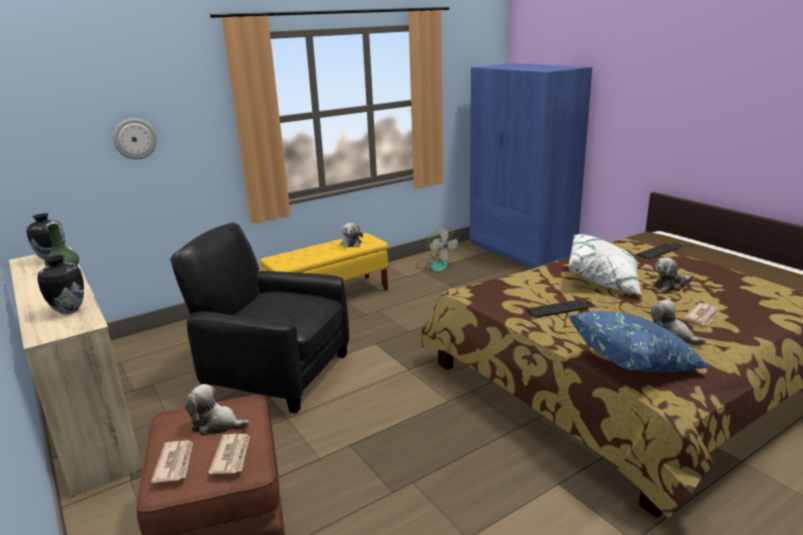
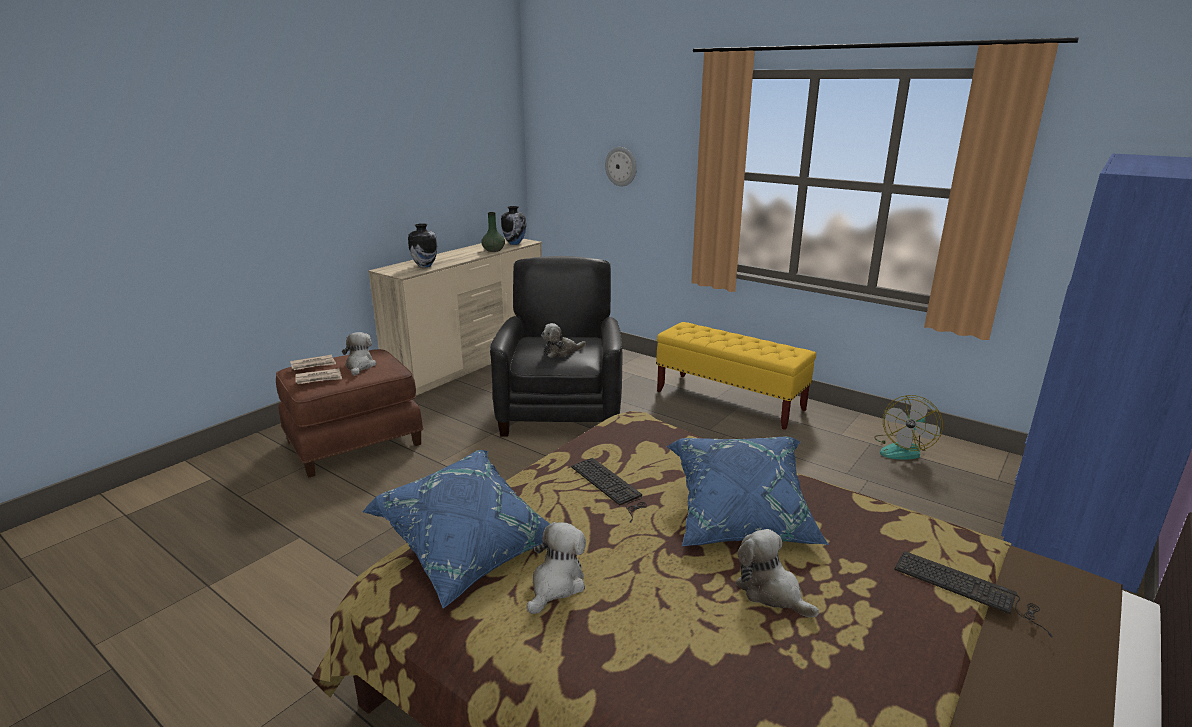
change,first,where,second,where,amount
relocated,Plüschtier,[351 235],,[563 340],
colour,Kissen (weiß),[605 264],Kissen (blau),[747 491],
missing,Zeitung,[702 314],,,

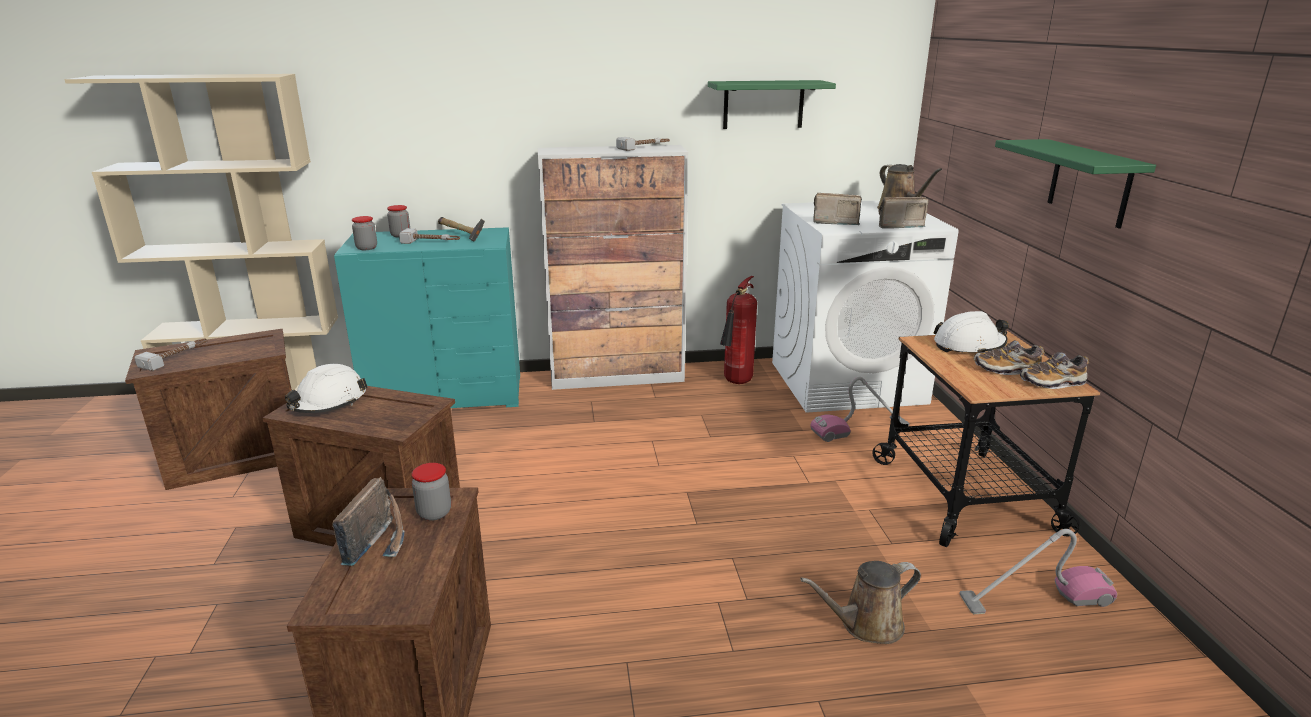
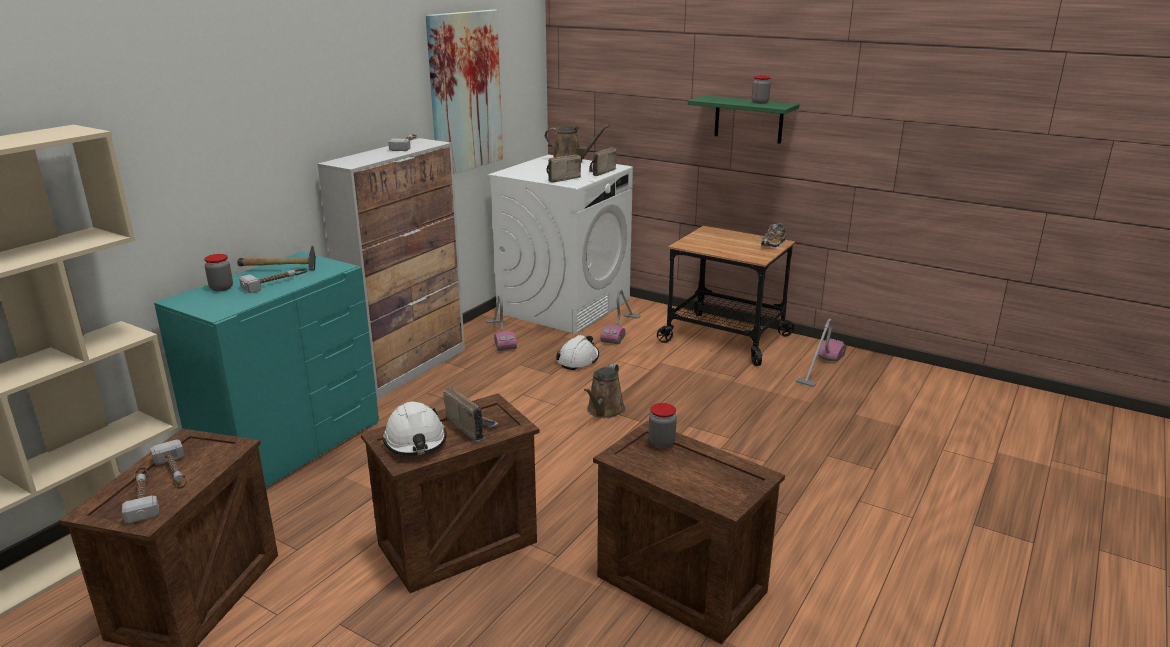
change,first,where,second,where,amount
exchanged,Wandregal (grün),[772 104],Bild,[464 92],
relocated,Vorratsglas,[364 233],,[761 90],
exchanged,Feuerlöscher,[738 330],Staubsauger,[501 322],
relocated,Schutzhelm (weiß),[971 332],,[577 352],
missing,Schuh,[1009 357],,,
relocated,Radio,[369 521],,[471 414],
relocated,Gießkanne (braun),[860 602],,[604 390],
appeared,,,Hammer,[168 464],

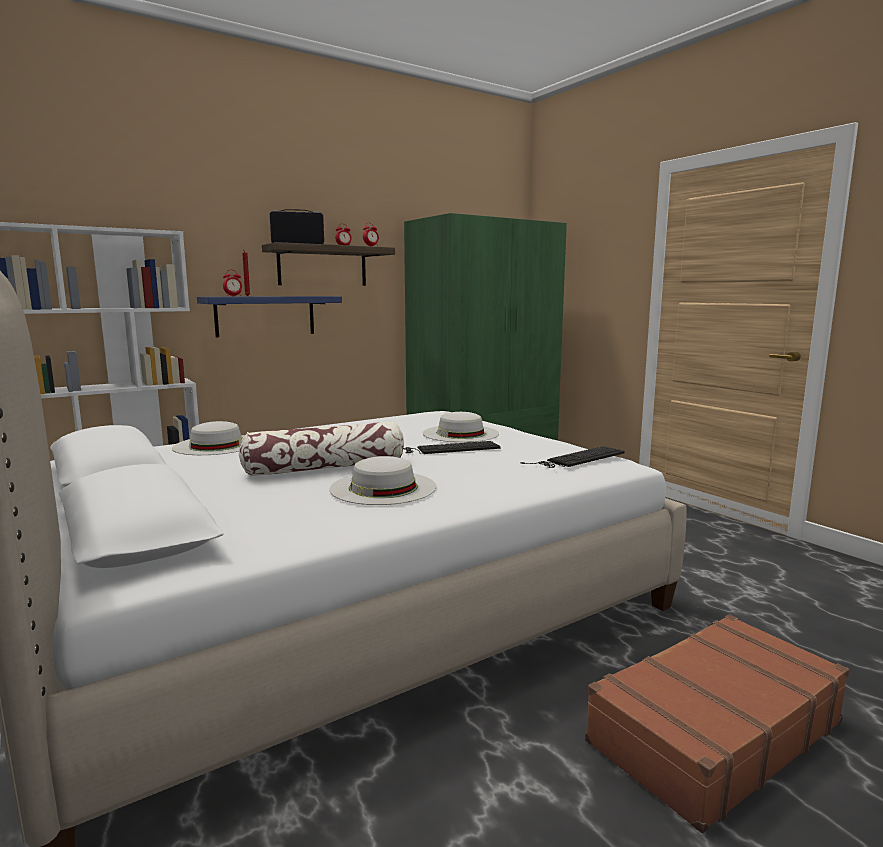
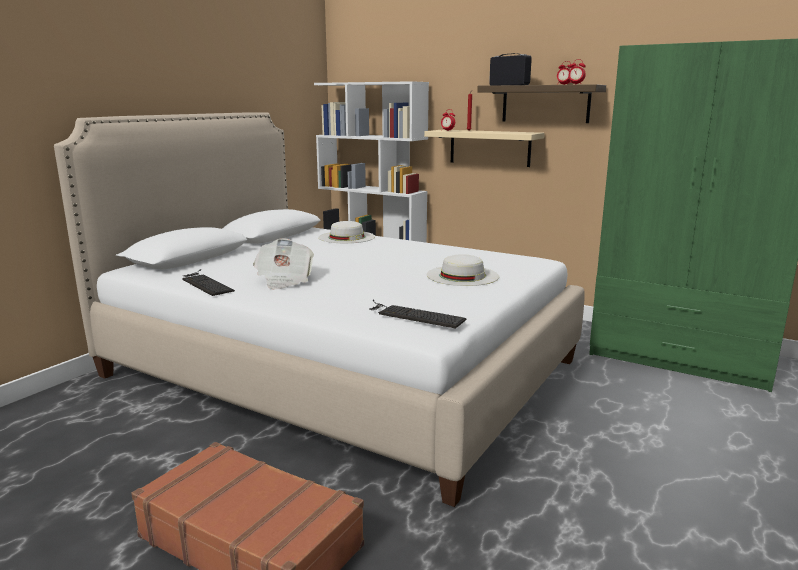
change,first,where,second,where,amount
colour,Wandregal (blau),[269 316],Wandregal (beige),[484 148],
missing,Kissen,[321 449],,,
relocated,Tastatur,[452 447],,[208 282],
exchanged,Hut (weiß),[383 480],Zeitung,[283 263],

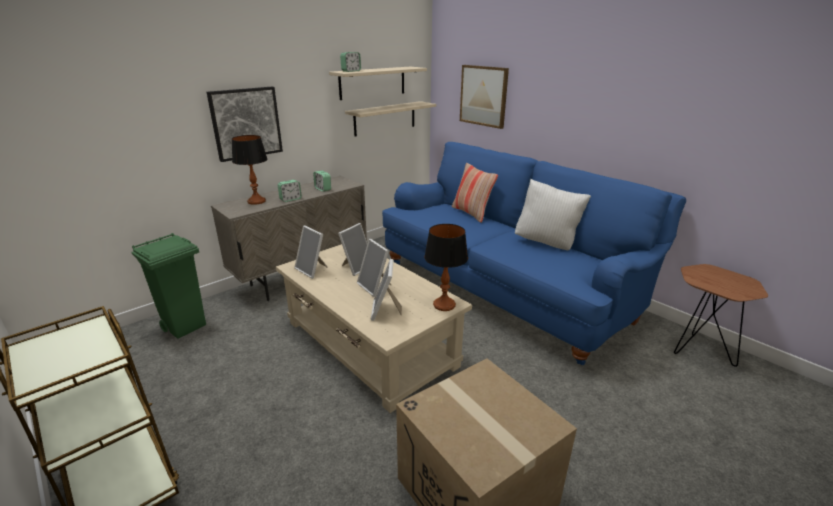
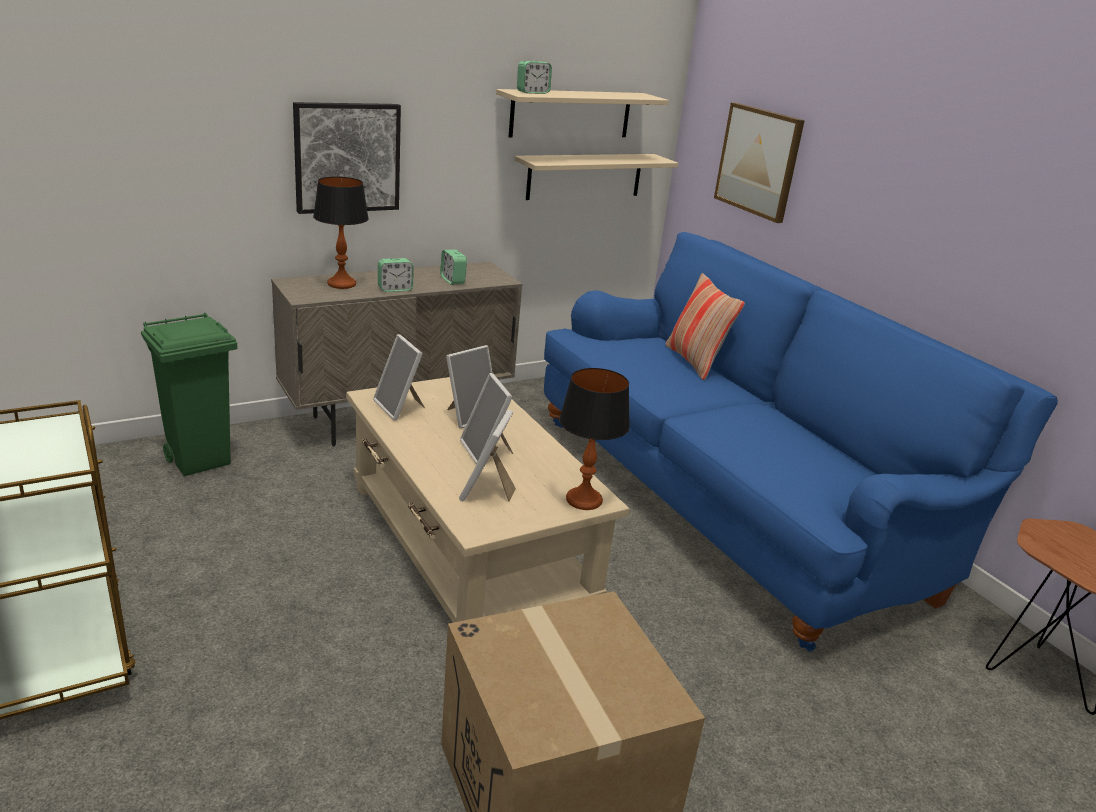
change,first,where,second,where,amount
missing,Kissen (weiß),[553 214],,,

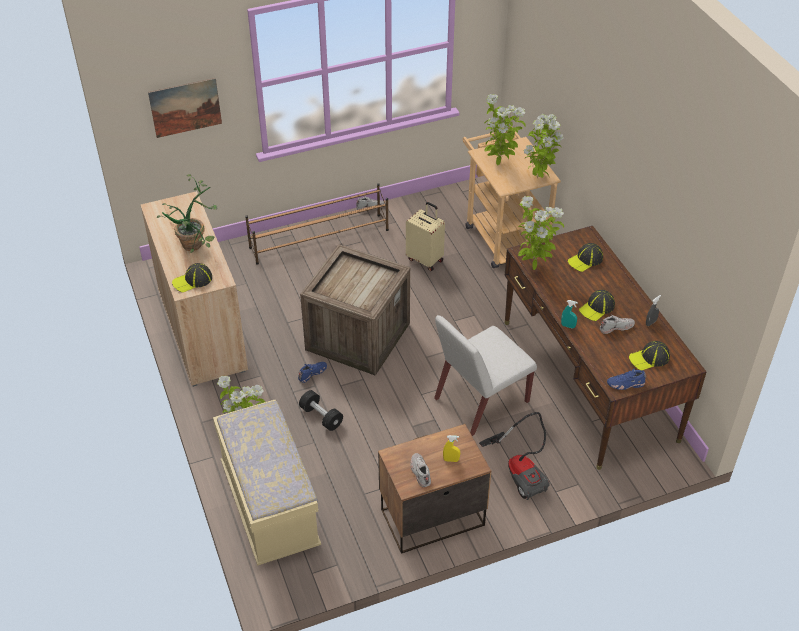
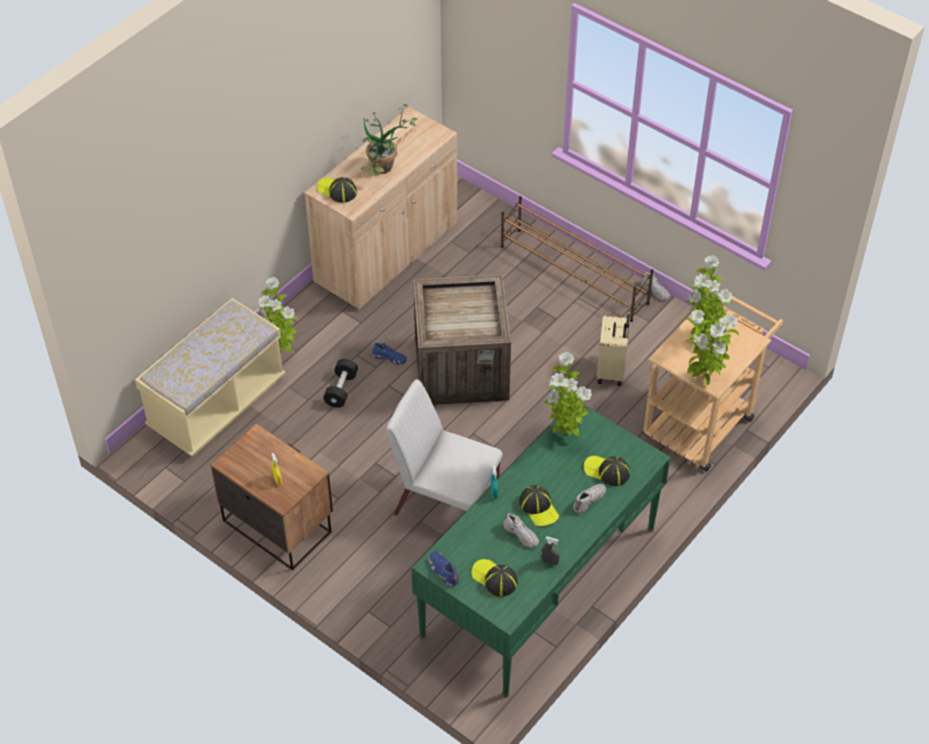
change,first,where,second,where,amount
missing,Bild,[185 108],,,
colour,Schreibtisch (braun),[605 348],Schreibtisch (grün),[541 551],
spun,Kappe,[597 305],,[539 505],135 degrees counterclockwise
missing,Staubsauger,[514 456],,,
relocated,Schuh (weiß),[420 470],,[589 499],

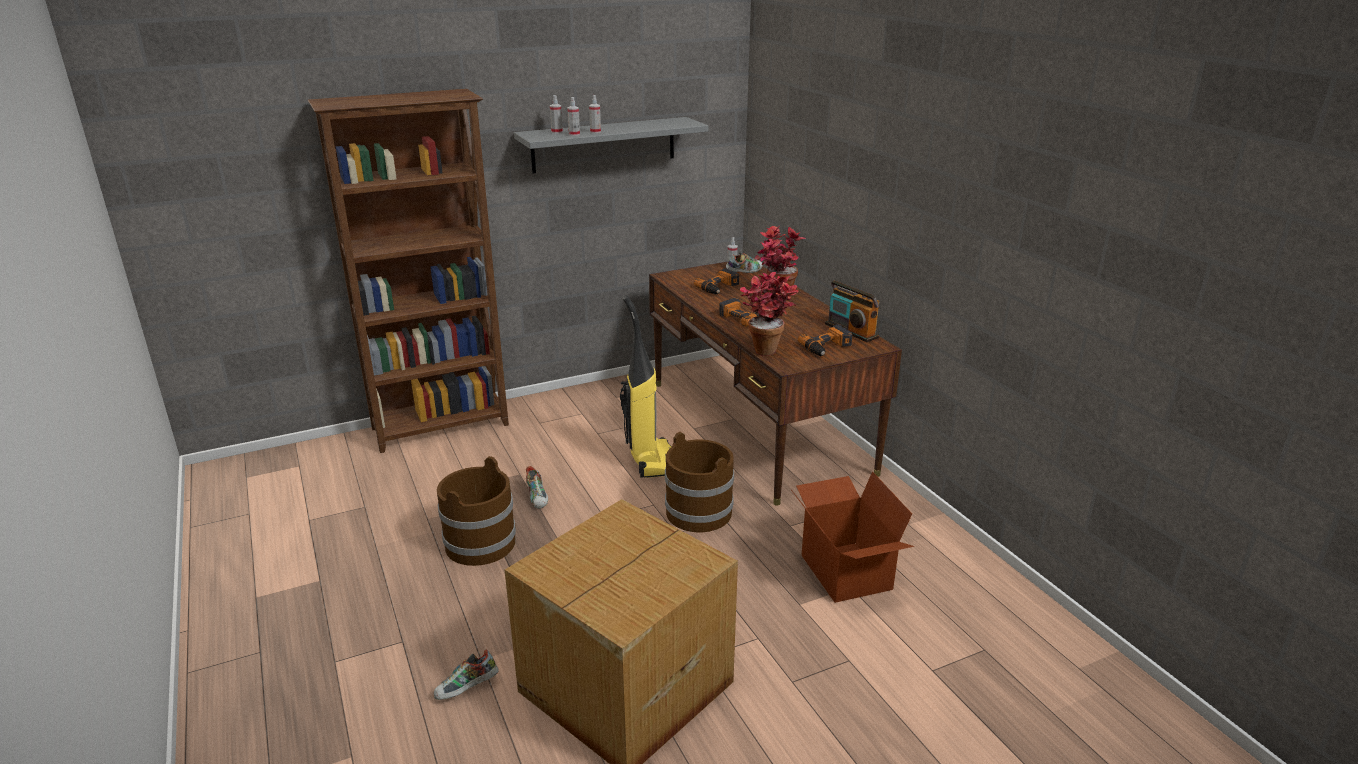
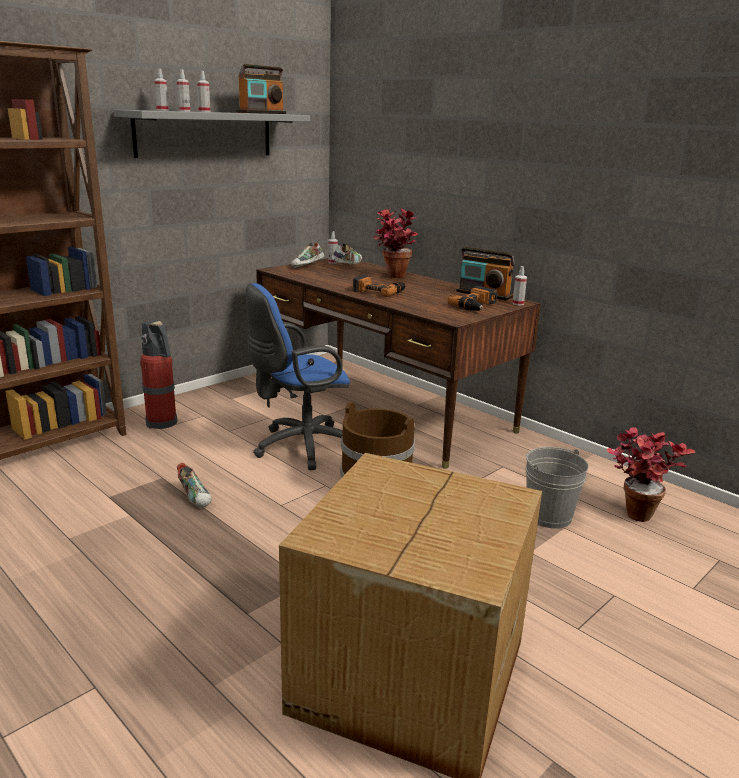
change,first,where,second,where,amount
missing,Bohrmaschine,[716 281],,,
relocated,Topfpflanze,[769 314],,[651 474],
exchanged,Staubsauger,[646 386],Bürostuhl (blau),[298 376],
missing,Eimer (braun),[476 511],,,
exchanged,Karton,[852 537],Eimer (grau),[557 488],
relocated,Schuh,[466 674],,[308 255],
appeared,,,Radio,[261 89],
appeared,,,Sprühflasche,[519 285],
appeared,,,Feuerlöscher,[158 374],

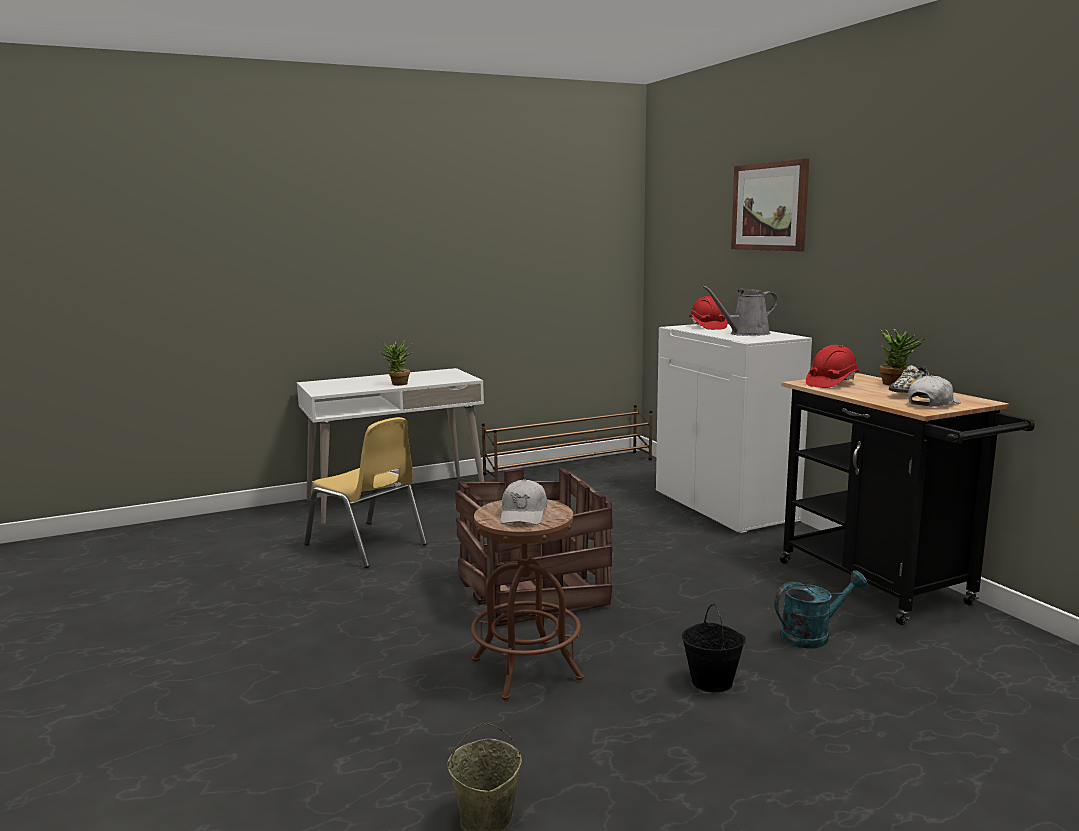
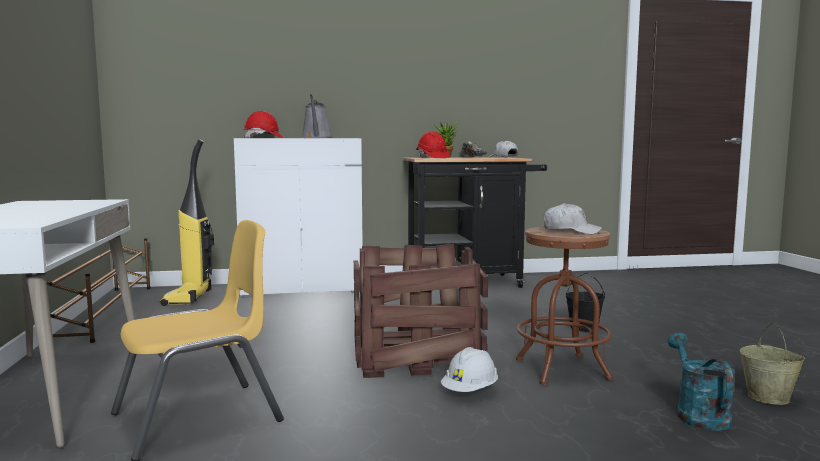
change,first,where,second,where,amount
missing,Bild,[770 204],,,
missing,Topfpflanze,[396 363],,,
relocated,Gießkanne (türkis),[821 609],,[701 382],
appeared,,,Staubsauger,[187 222],
appeared,,,Schutzhelm (weiß),[469 369],

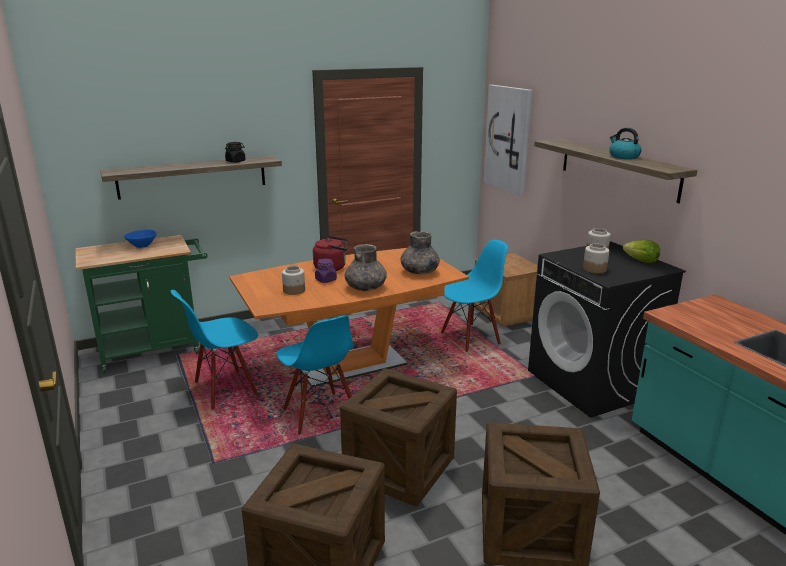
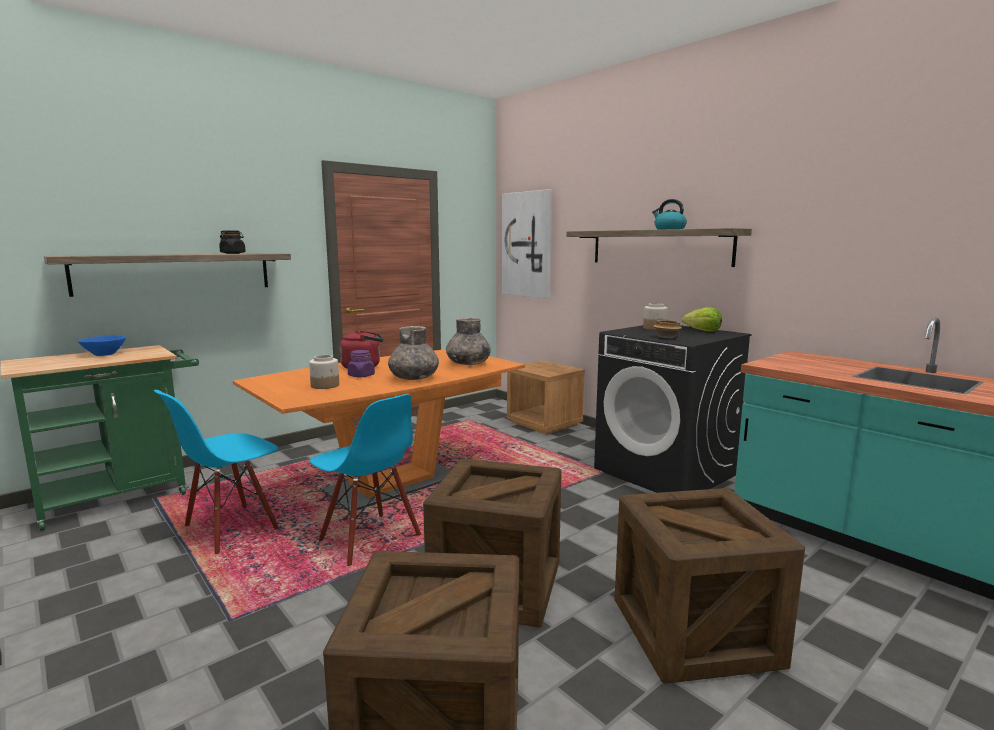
change,first,where,second,where,amount
missing,Stuhl (blau),[474 295],,,
exchanged,Vorratsglas,[596 258],Schüssel,[667 329],

